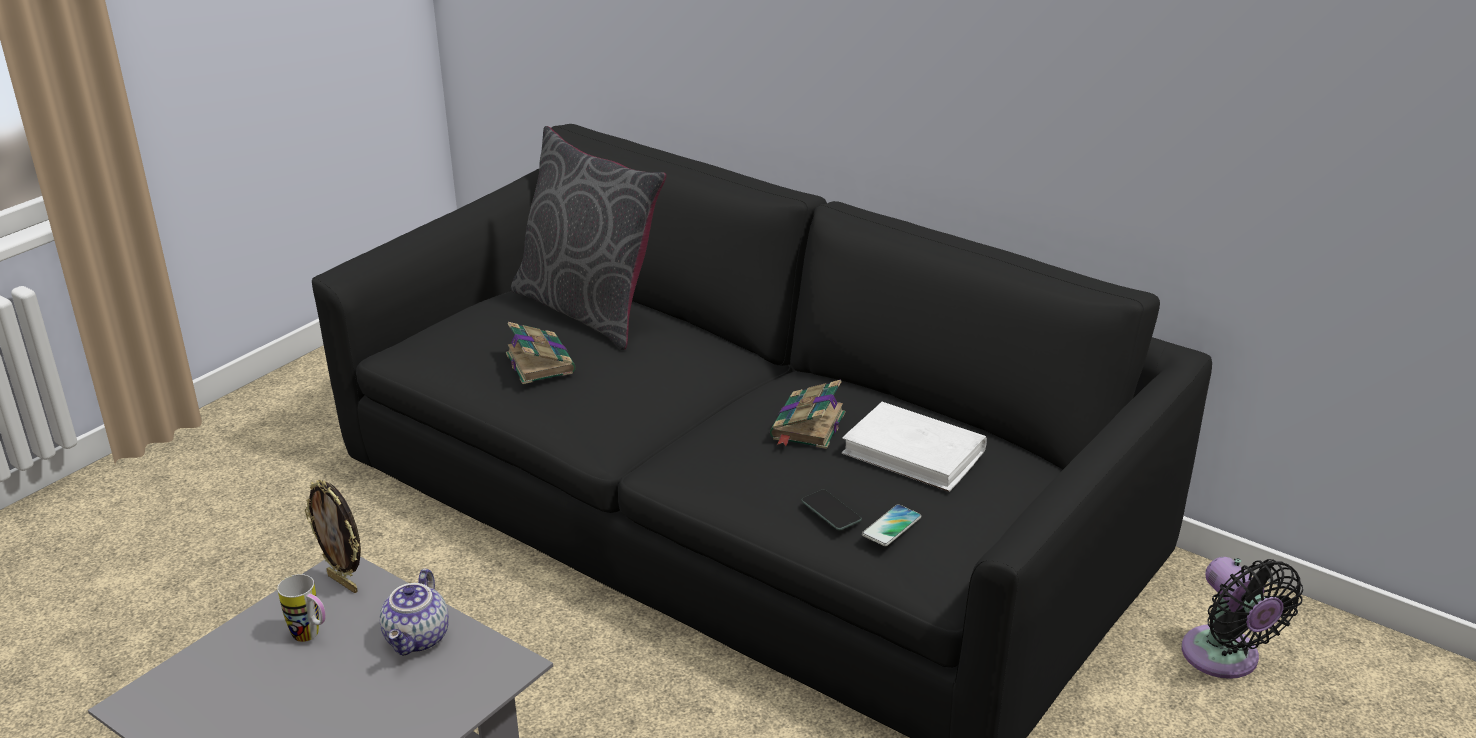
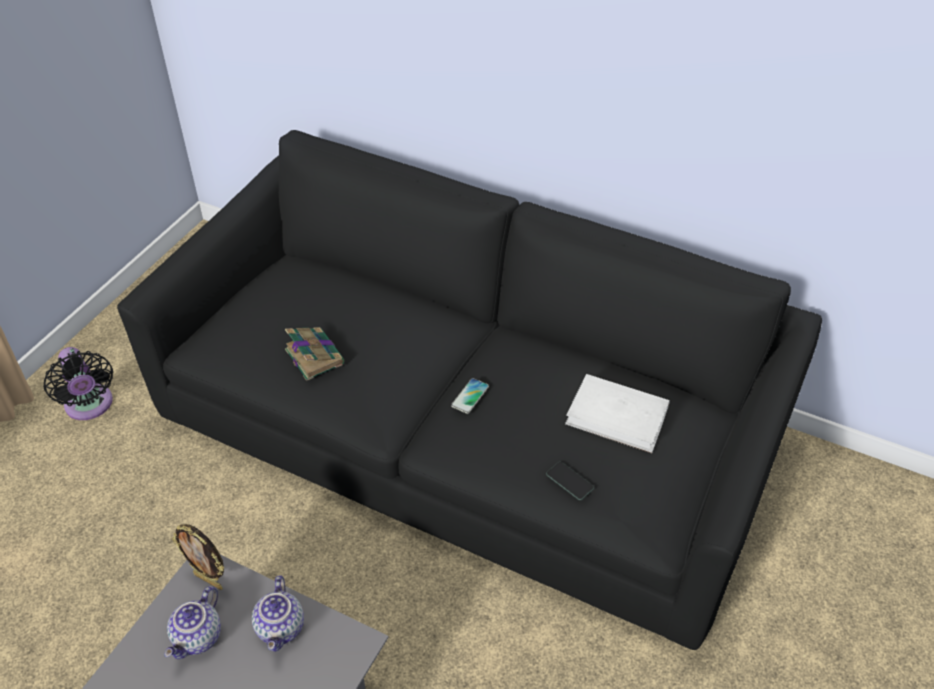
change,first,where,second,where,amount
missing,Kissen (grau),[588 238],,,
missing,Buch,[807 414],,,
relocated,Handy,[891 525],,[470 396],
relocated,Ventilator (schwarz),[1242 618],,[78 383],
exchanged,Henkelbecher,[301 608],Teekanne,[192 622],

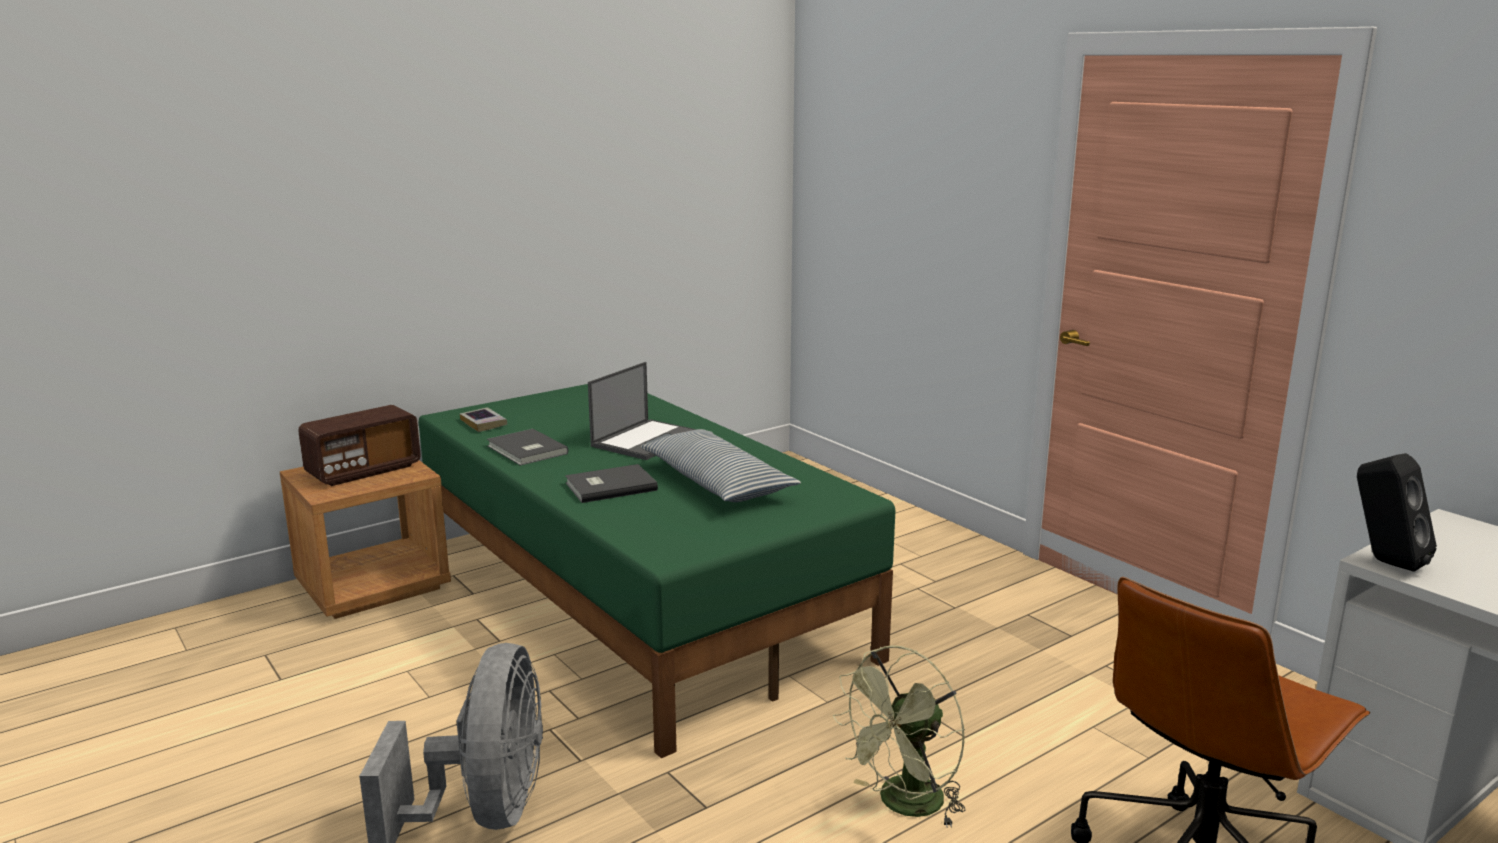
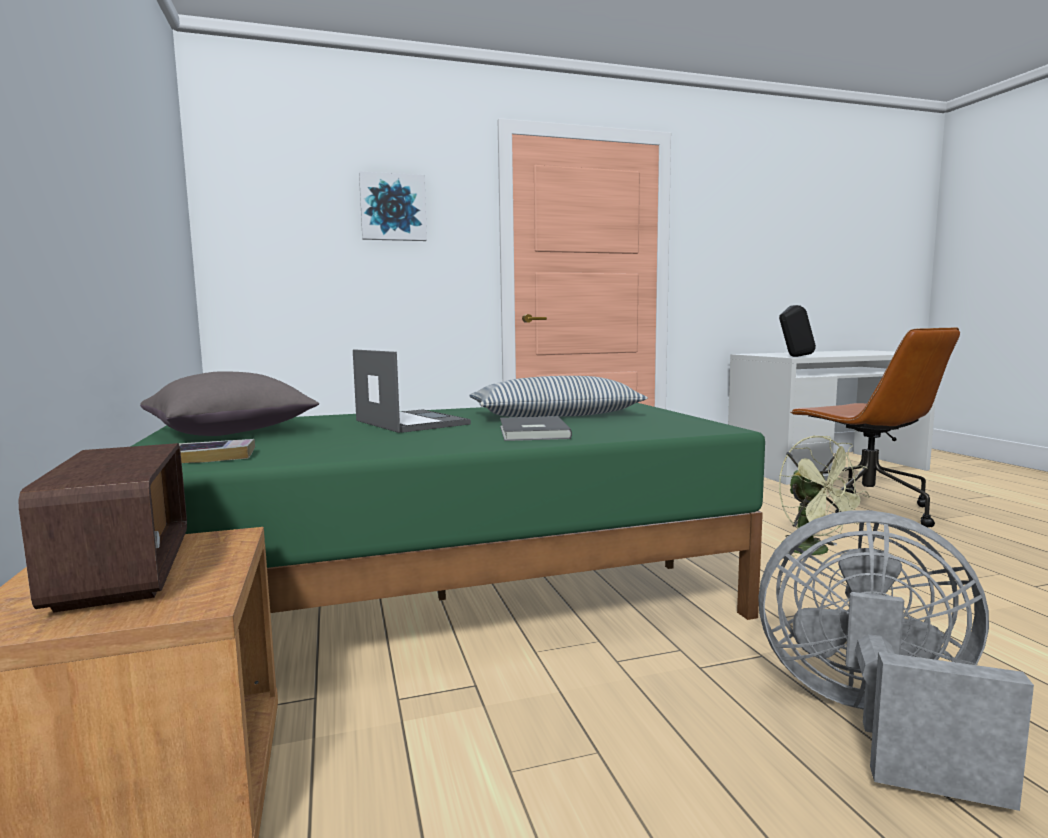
change,first,where,second,where,amount
missing,Buch (grau),[527 447],,,
appeared,,,Bild,[393 206],
appeared,,,Kissen (grau),[229 403],

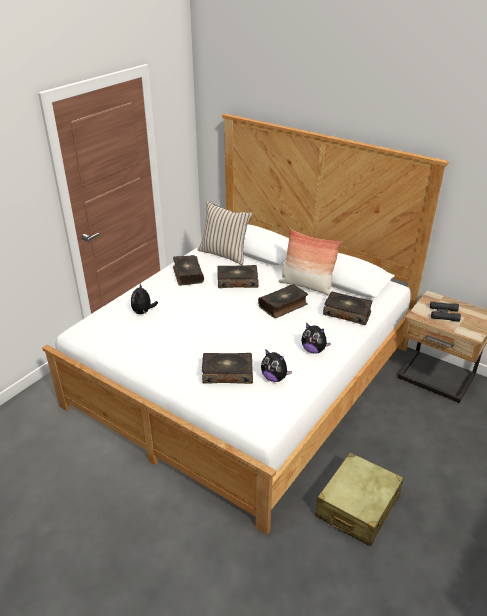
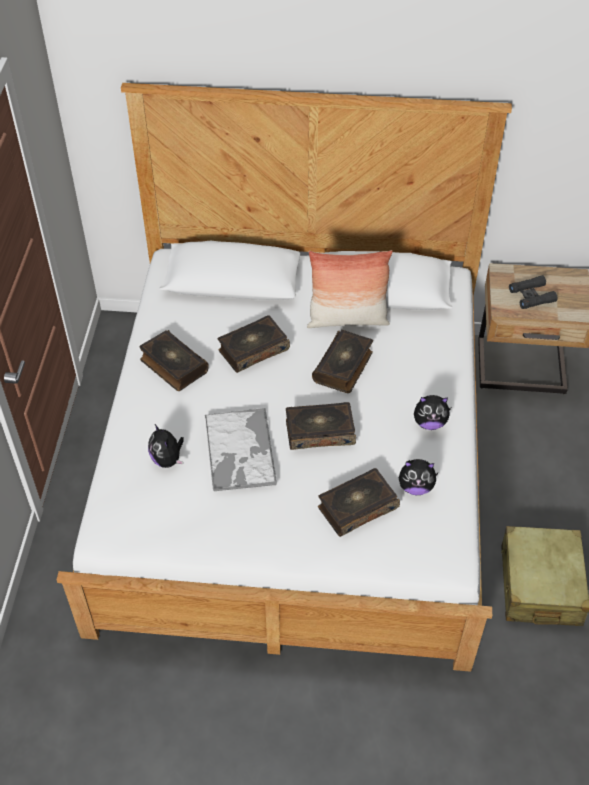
change,first,where,second,where,amount
missing,Kissen (beige),[225 233],,,
relocated,Buch,[348 308],,[321 426],
appeared,,,Tablett,[241 449],

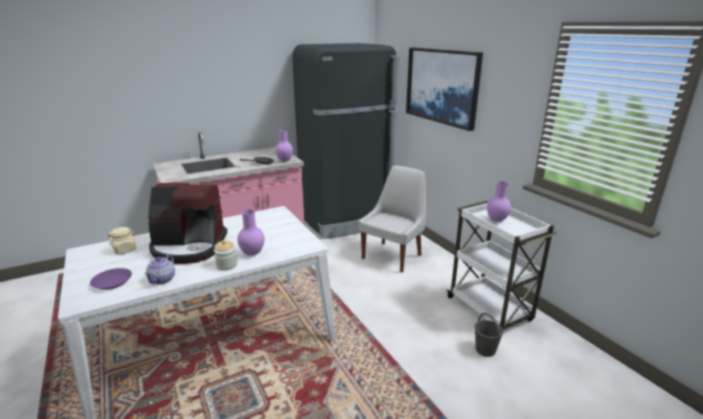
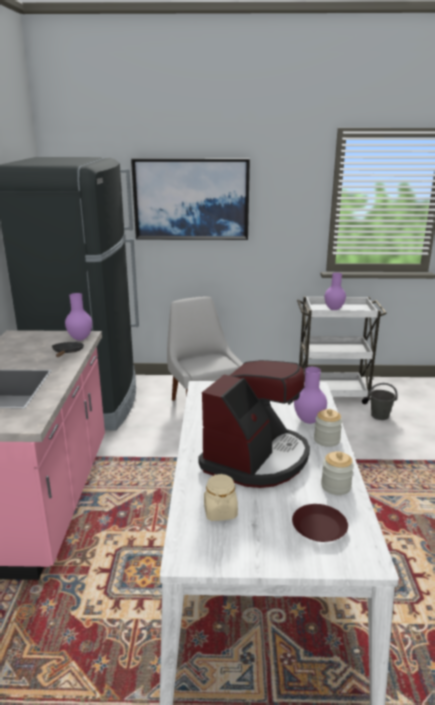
change,first,where,second,where,amount
exchanged,Teekanne,[159 269],Vorratsglas,[337 473],
colour,Teller (lila),[111 279],Teller (braun),[320 523],

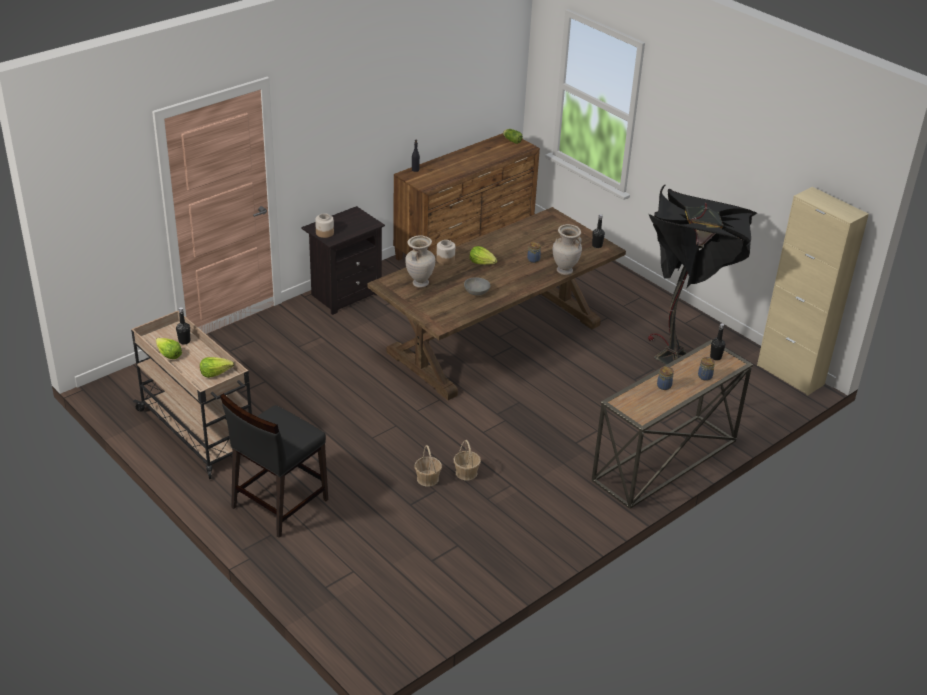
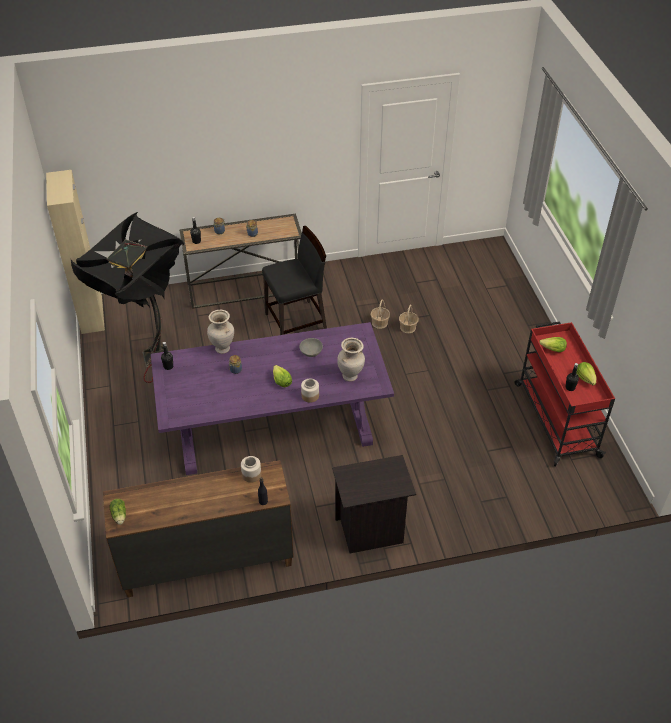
change,first,where,second,where,amount
colour,Esstisch (braun),[496 303],Esstisch (lila),[272 398],
relocated,Vorratsglas,[324 225],,[251 469],
colour,Rollwagen (beige),[191 395],Rollwagen (rot),[564 394],
relocated,Stuhl (schwarz),[274 465],,[294 280],

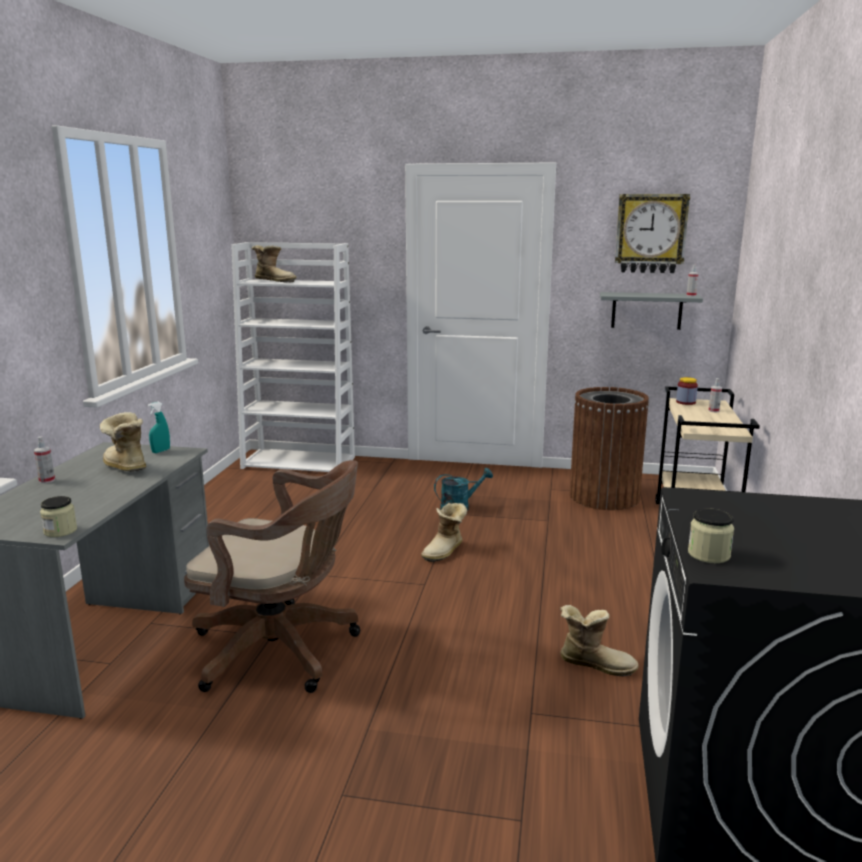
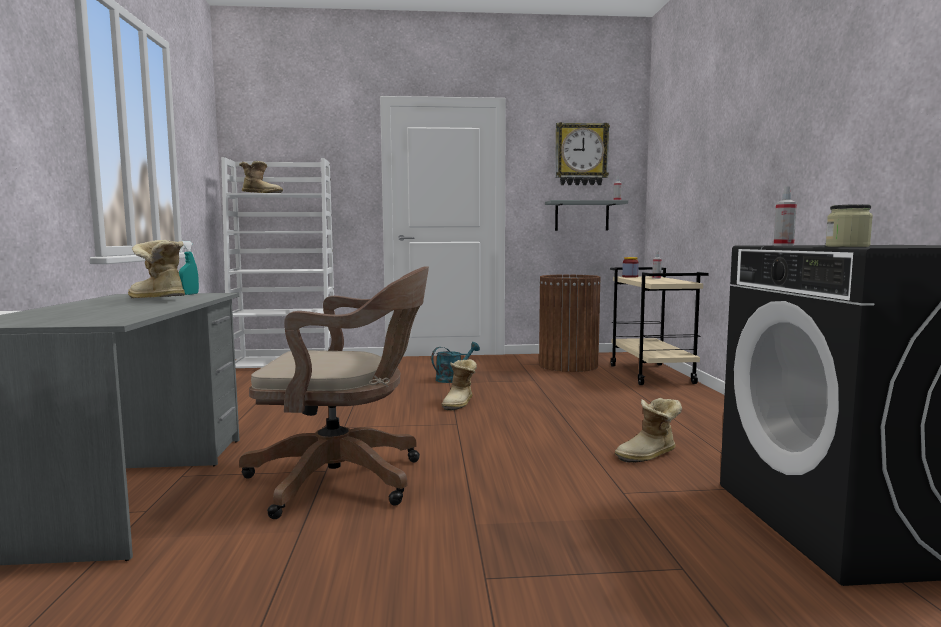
change,first,where,second,where,amount
relocated,Sprühflasche,[44 459],,[785 216],
missing,Vorratsglas,[58 516],,,
spun,Stiefel,[599 641],,[648 430],150 degrees clockwise

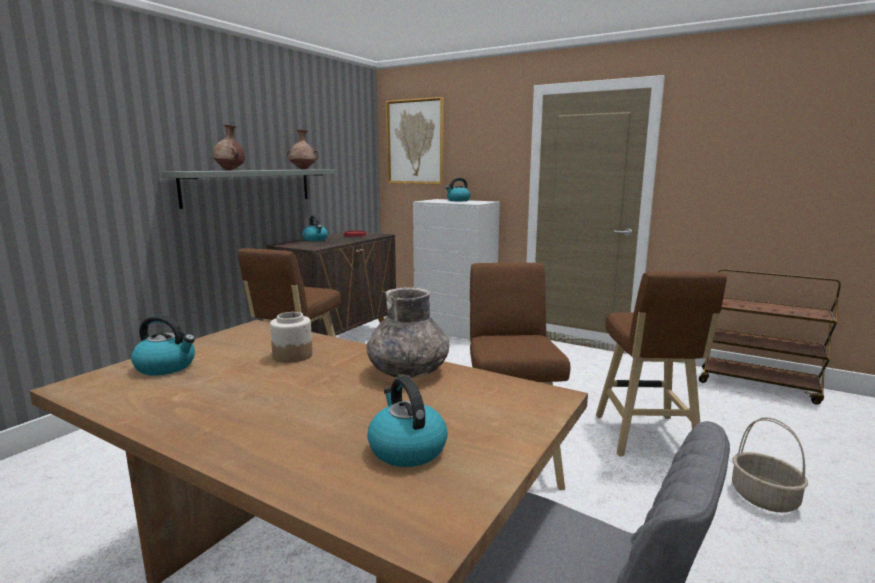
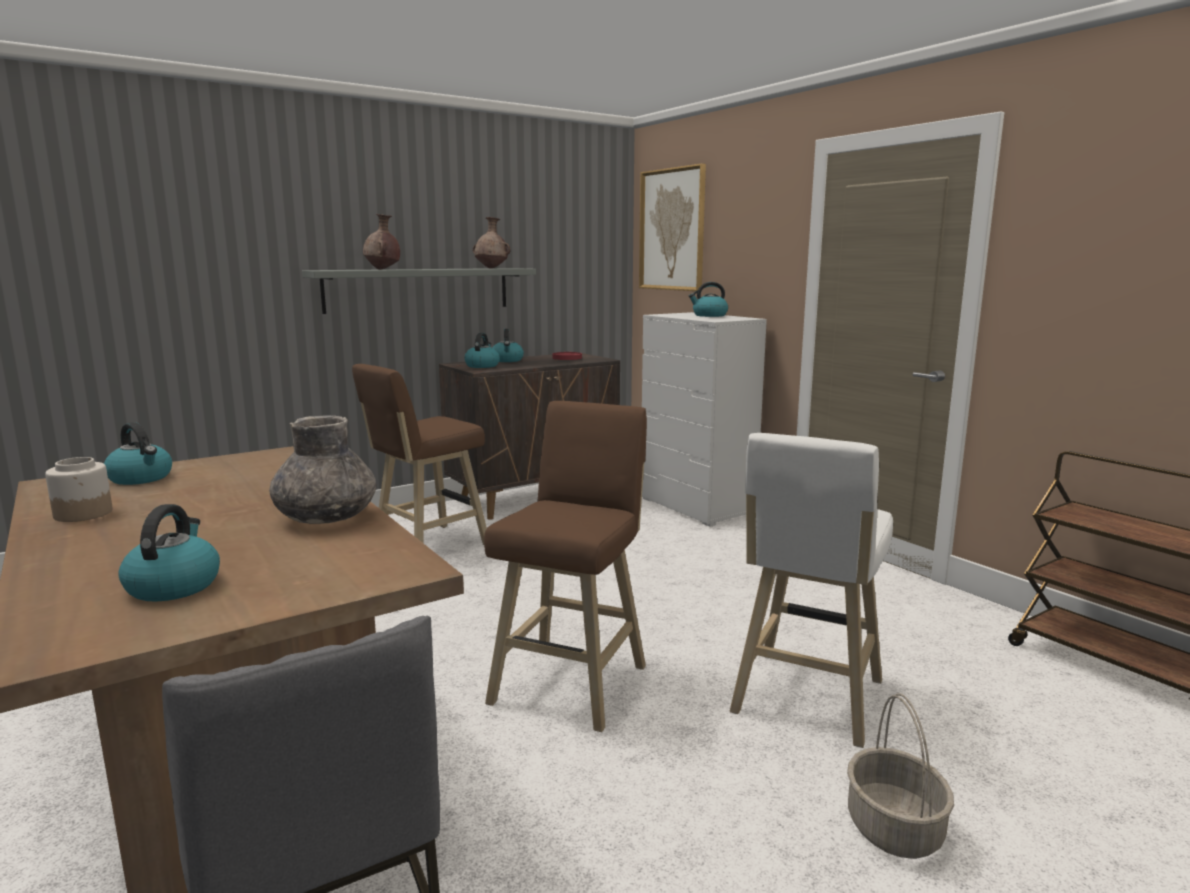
change,first,where,second,where,amount
colour,Hocker (braun),[661 363],Hocker (weiß),[811 590],
relocated,Vorratsglas,[291 337],,[79 489],
appeared,,,Wasserkessel,[482 350],

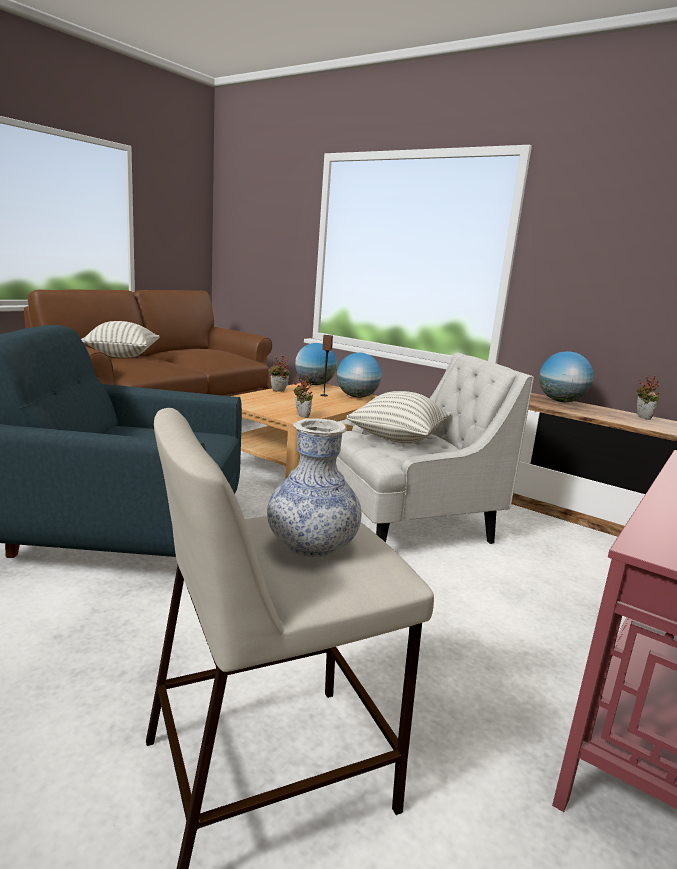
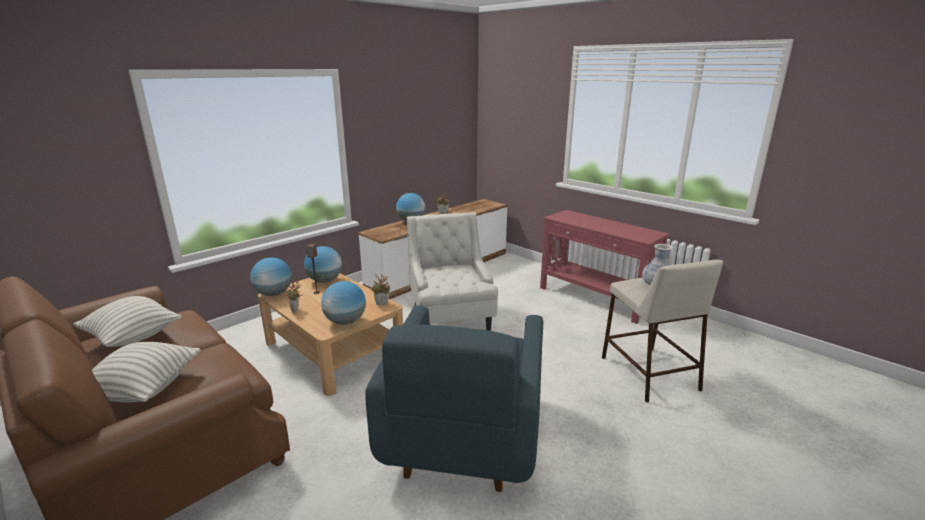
change,first,where,second,where,amount
relocated,Kissen,[398 417],,[127 321],
appeared,,,Globus,[343 303],

